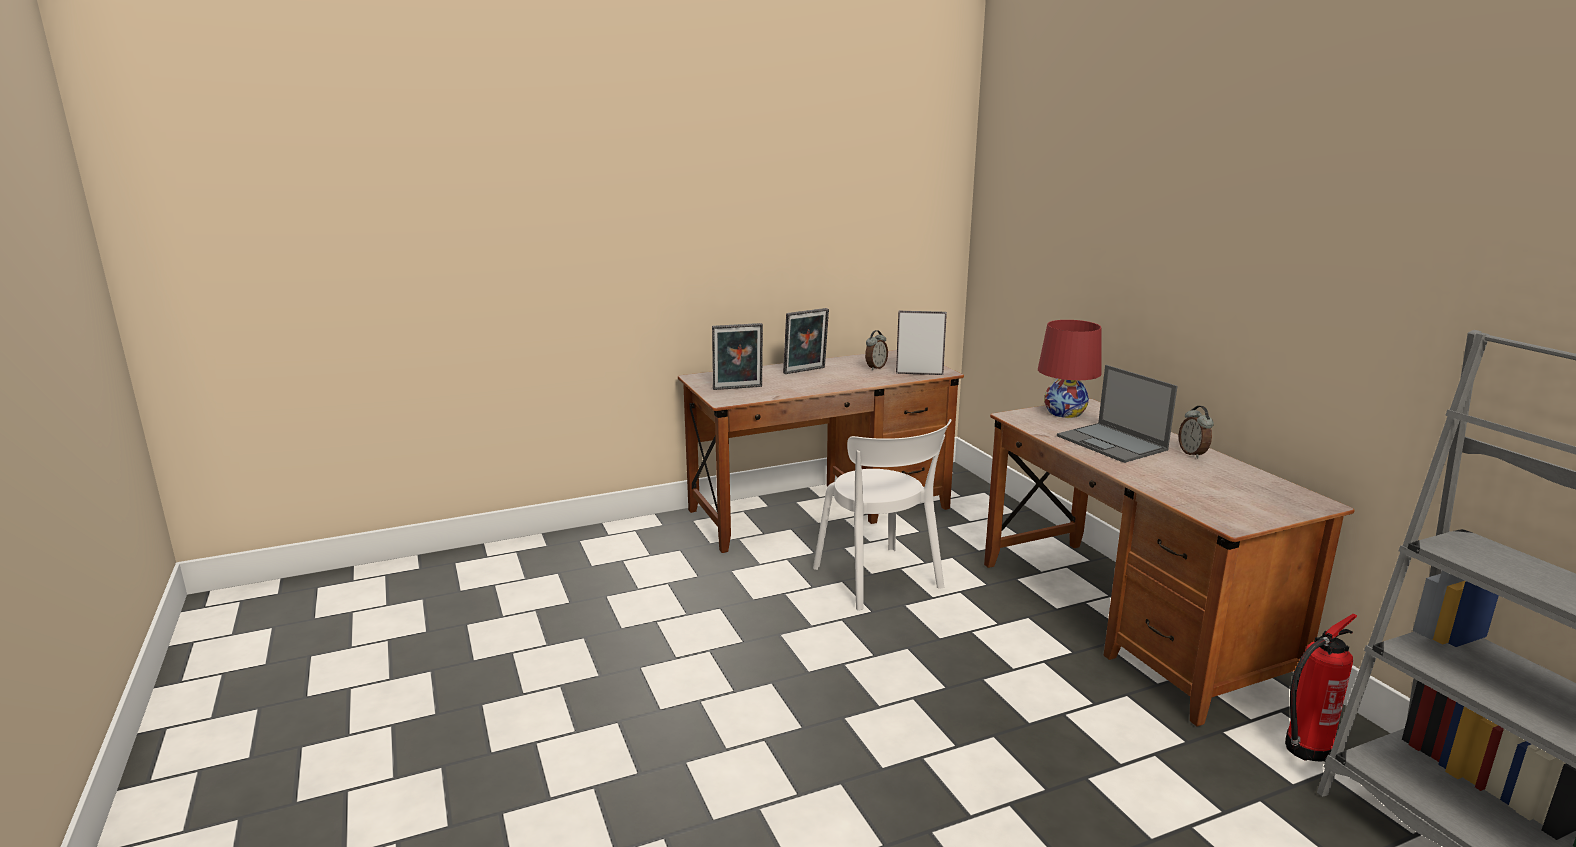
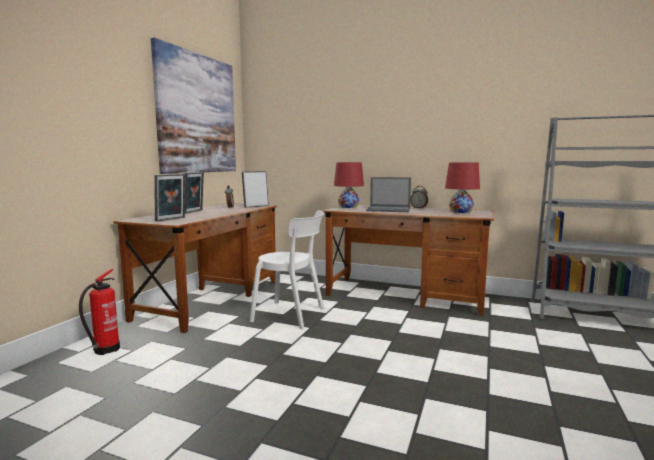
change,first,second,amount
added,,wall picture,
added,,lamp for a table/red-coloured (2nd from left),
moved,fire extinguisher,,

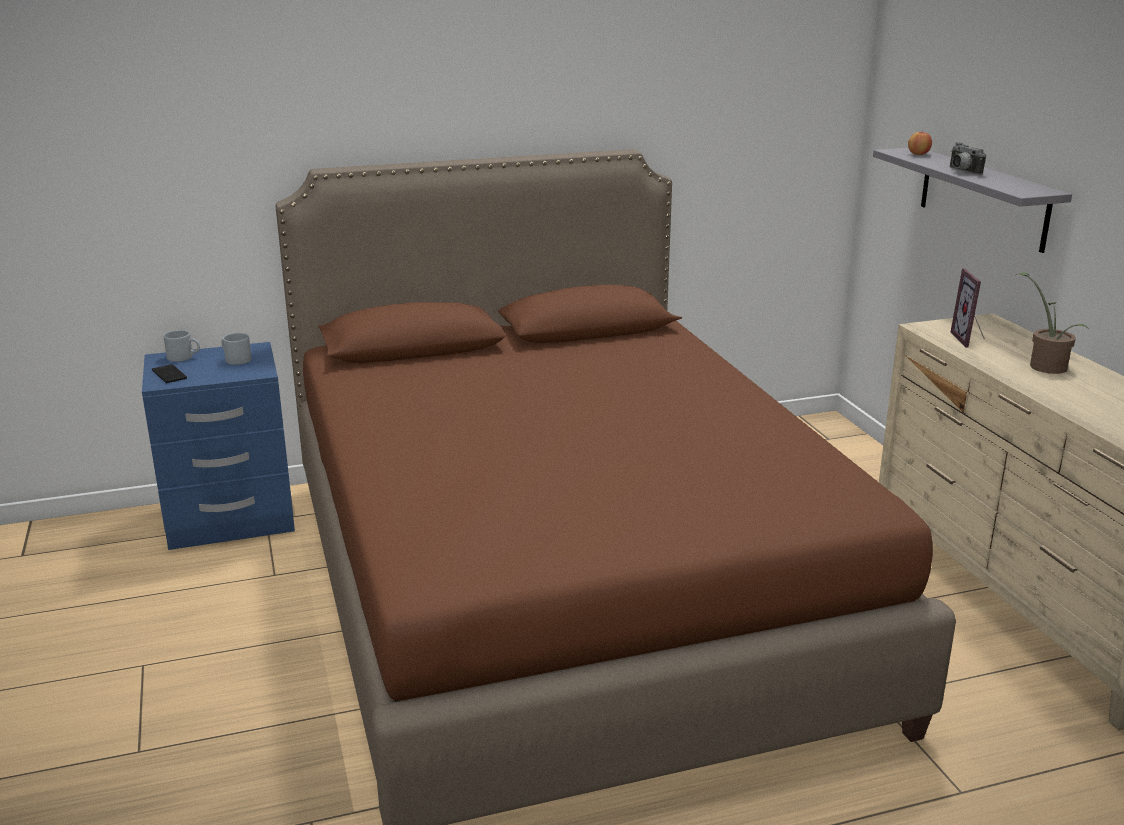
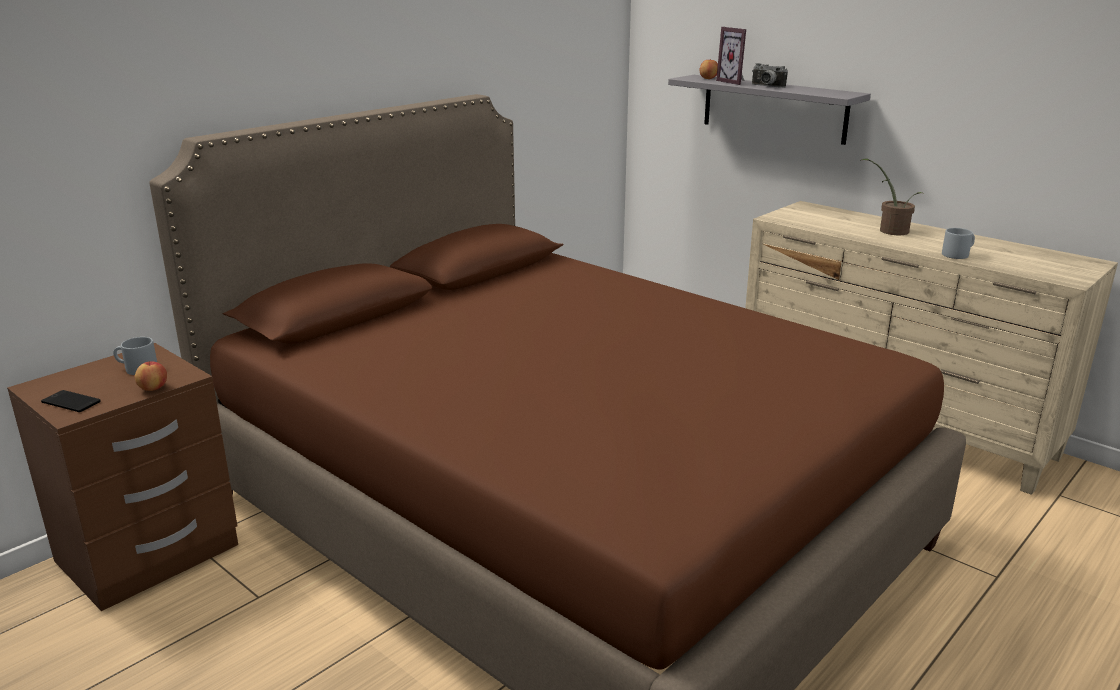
change,first,second,amount
added,,apple (1st from left),
moved,mug/grey (1st from left in the first image),mug/grey (2nd from left),
moved,photo frame,,
recoloured,night table/blue-coloured,night table/brown,

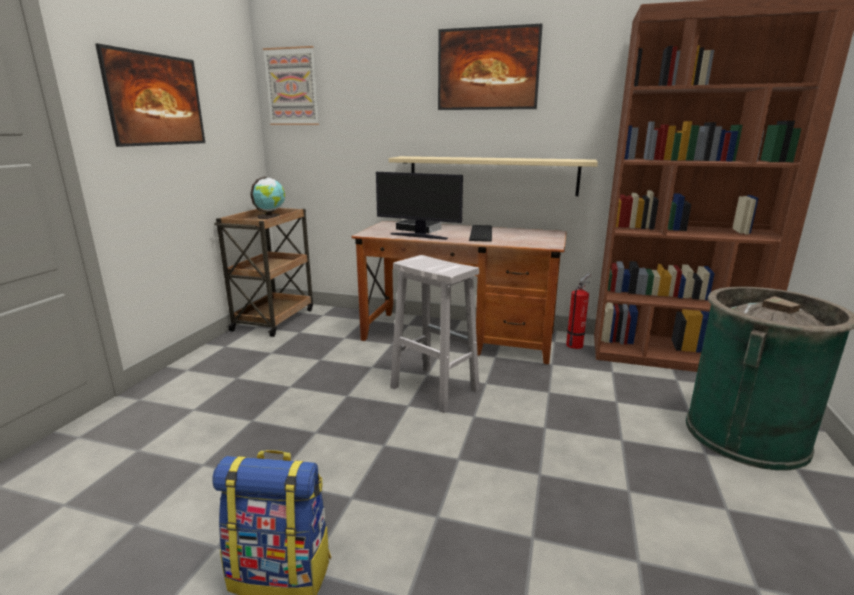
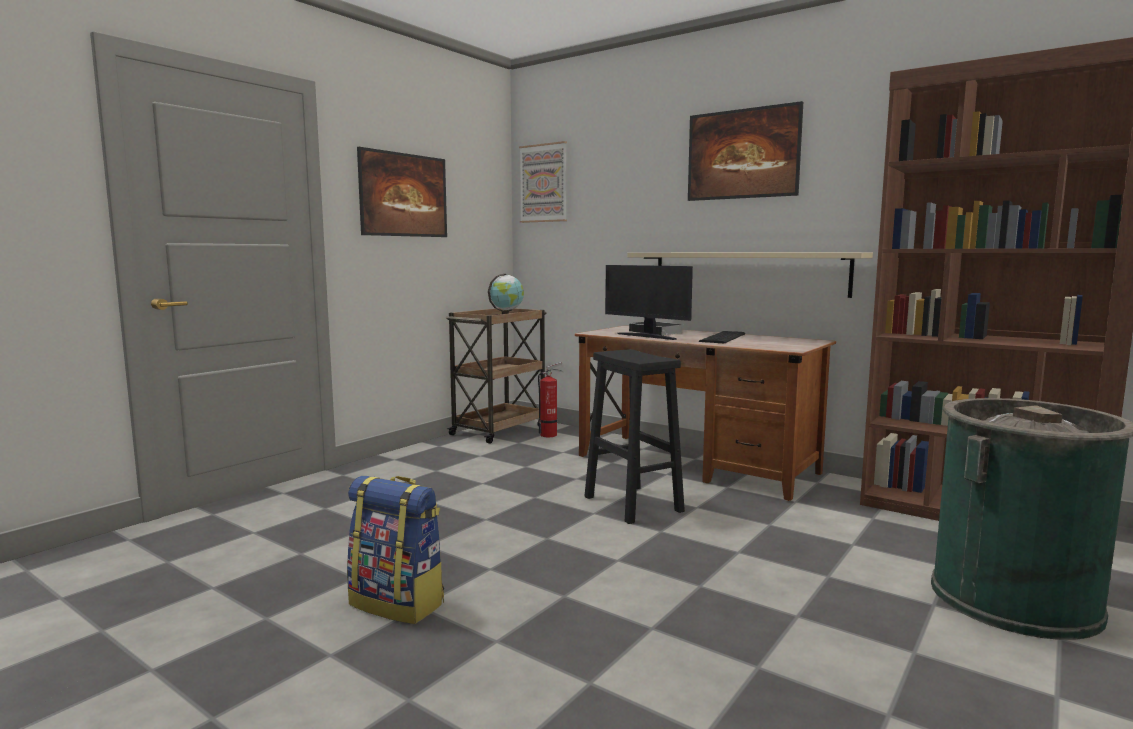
change,first,second,amount
moved,fire extinguisher,,
recoloured,stool/whitish,stool/black,

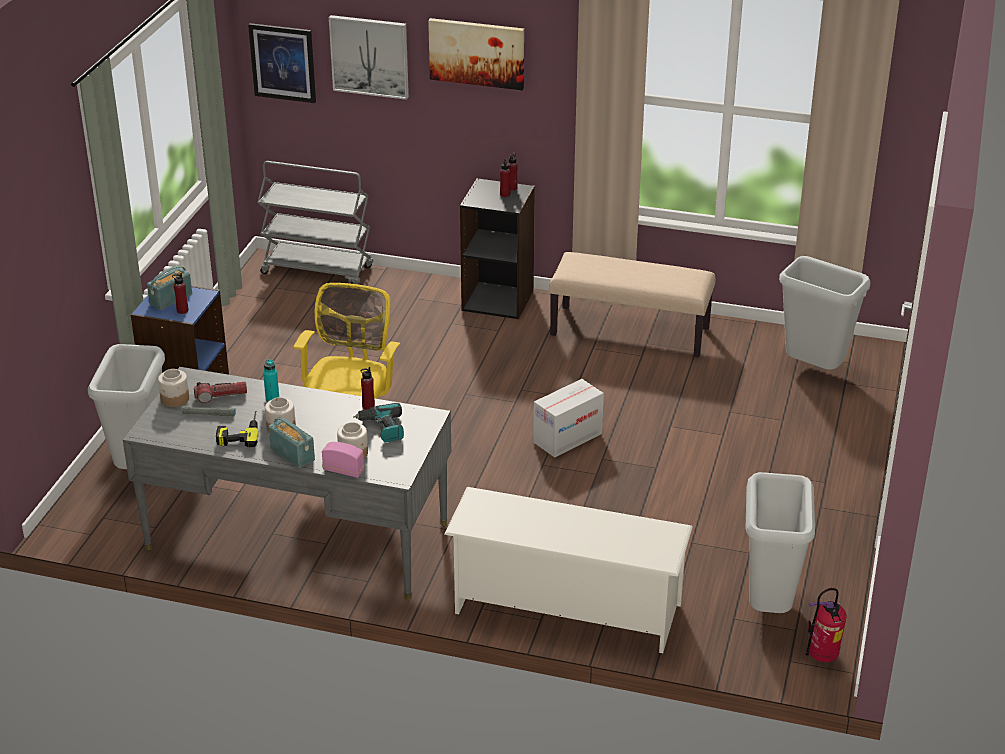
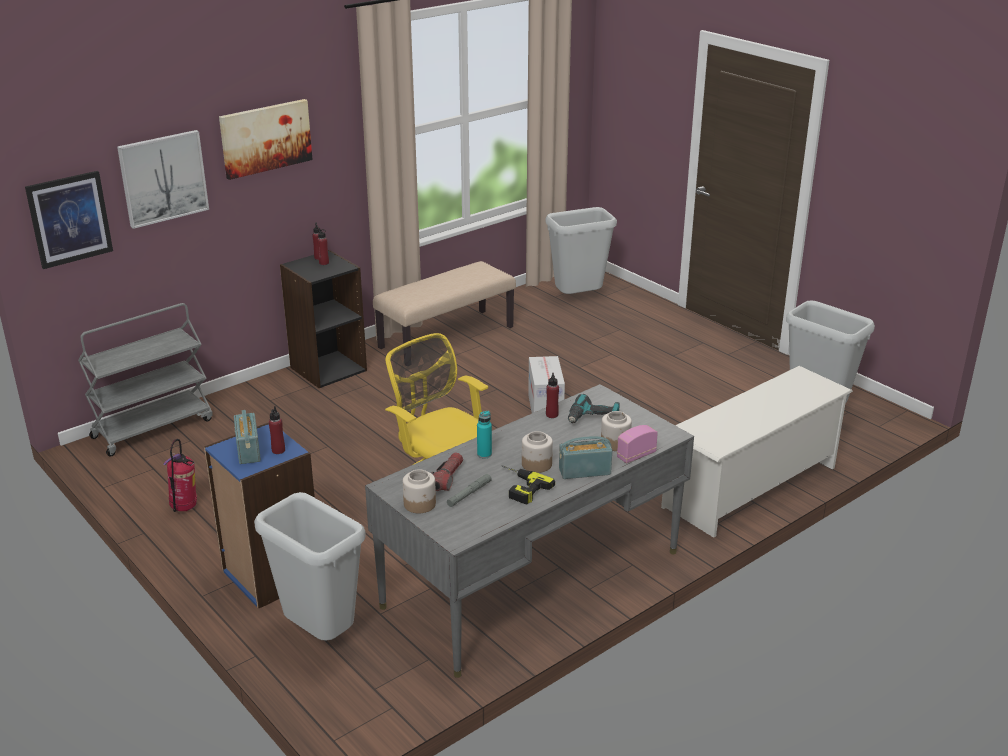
change,first,second,amount
moved,fire extinguisher,,

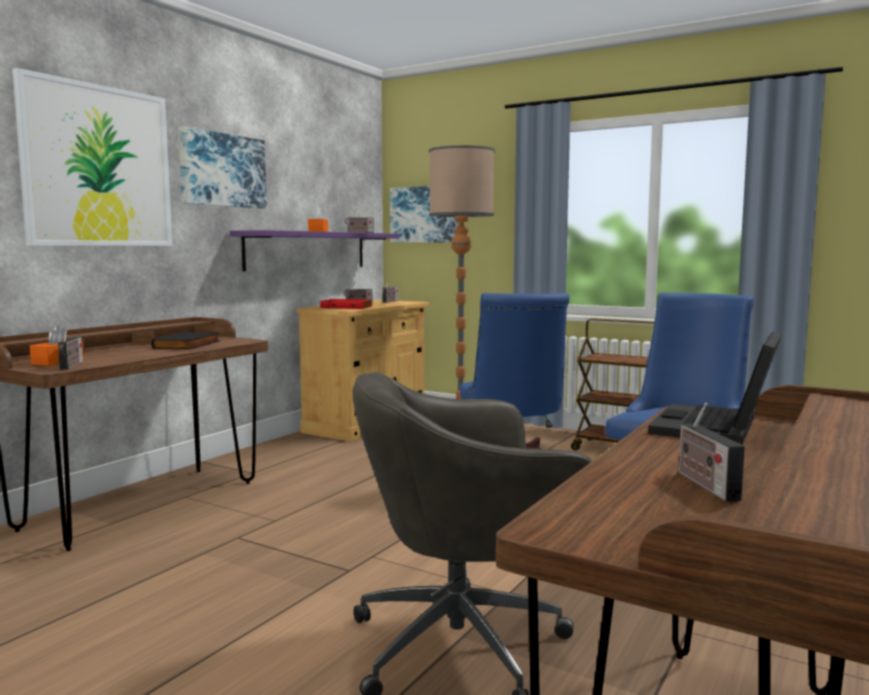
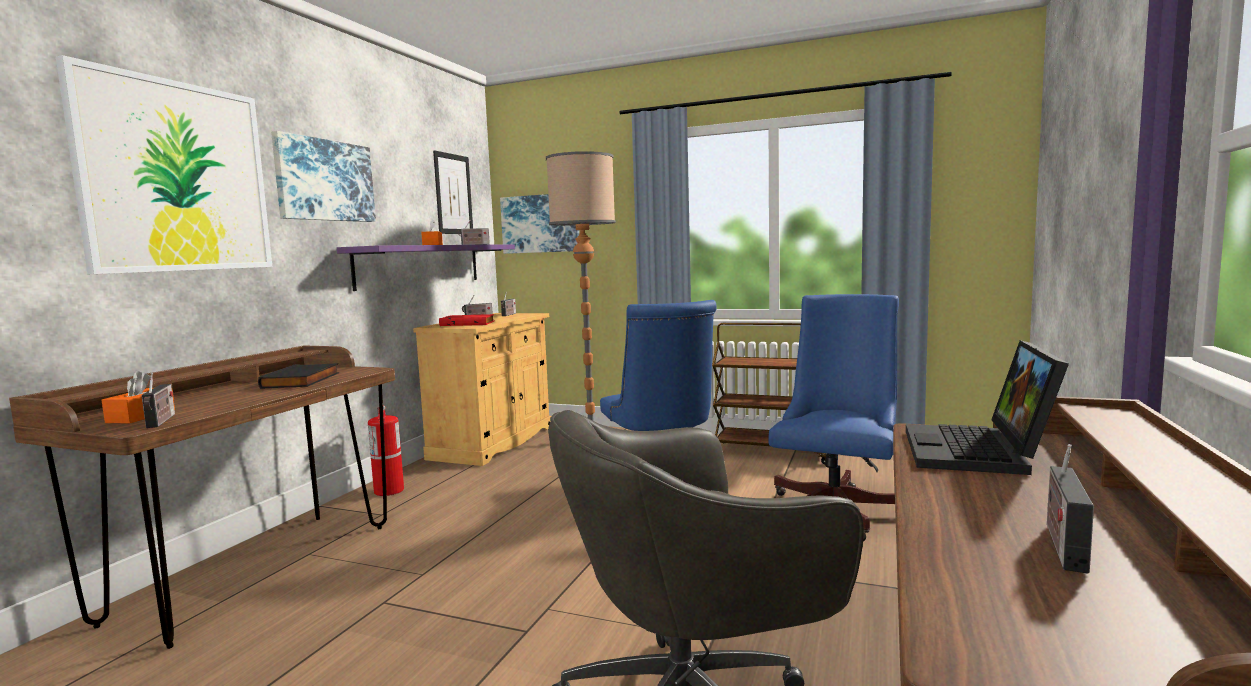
change,first,second,amount
added,,fire extinguisher,
added,,wall picture (3rd from left),
turned,radio set (5th from left),,45 degrees clockwise

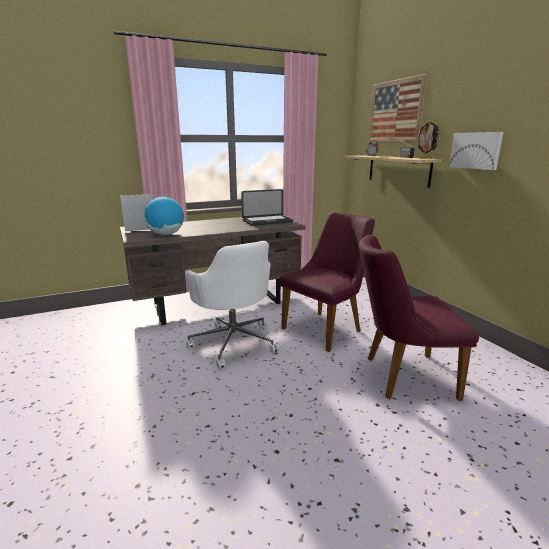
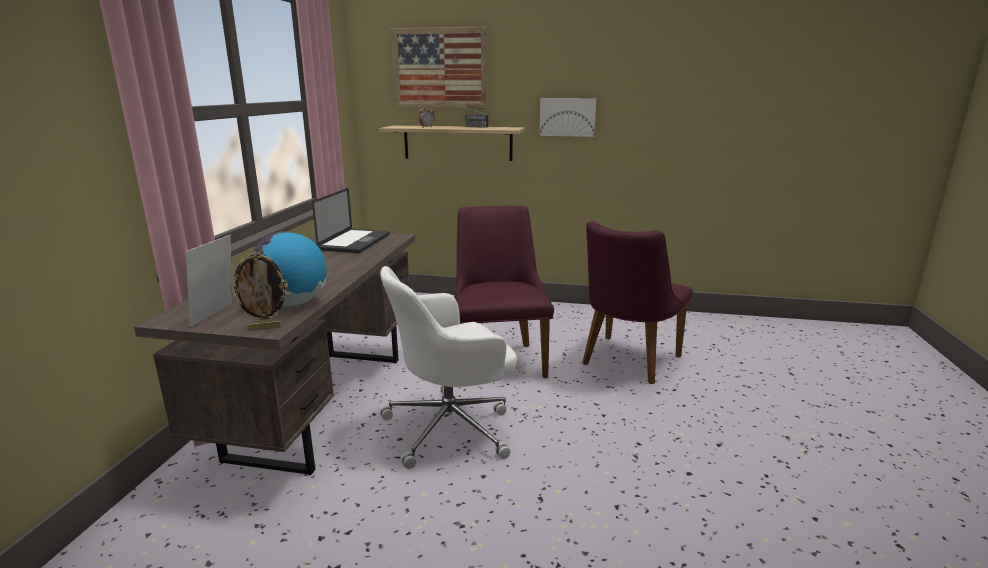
change,first,second,amount
moved,photo frame (2nd from left),,
turned,computer chair/whitish,,150 degrees clockwise

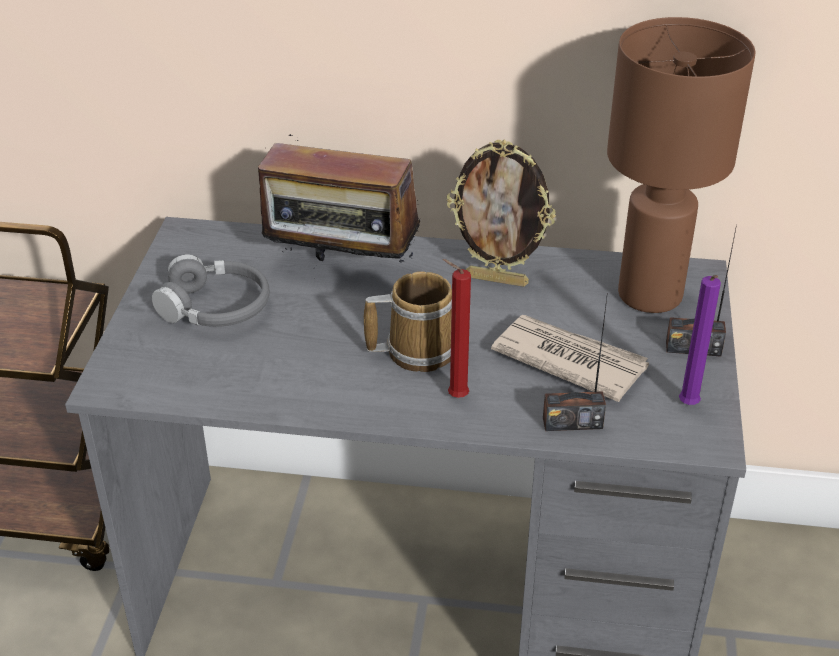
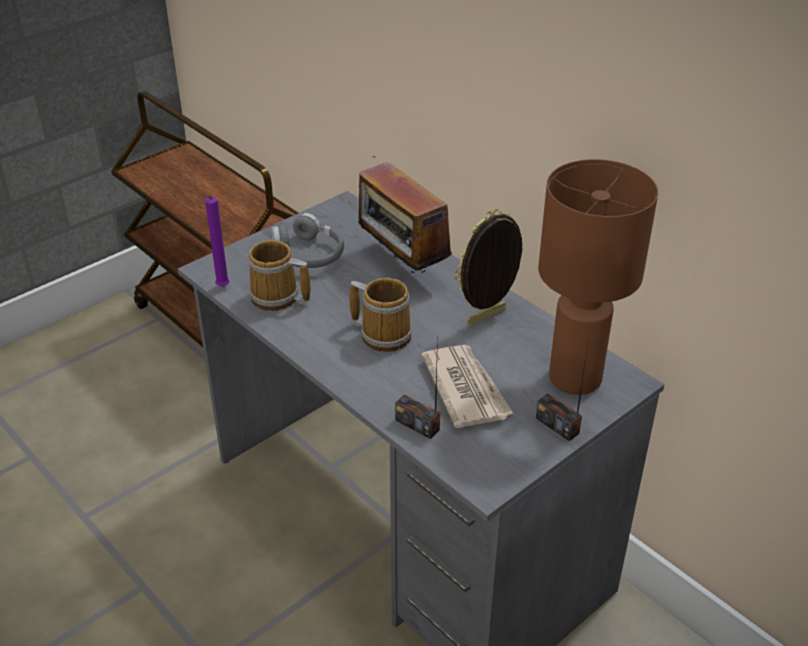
change,first,second,amount
removed,wax candle/red-coloured,,
added,,mug (1st from left),
moved,wax candle/purple,,
turned,photo frame,,90 degrees clockwise

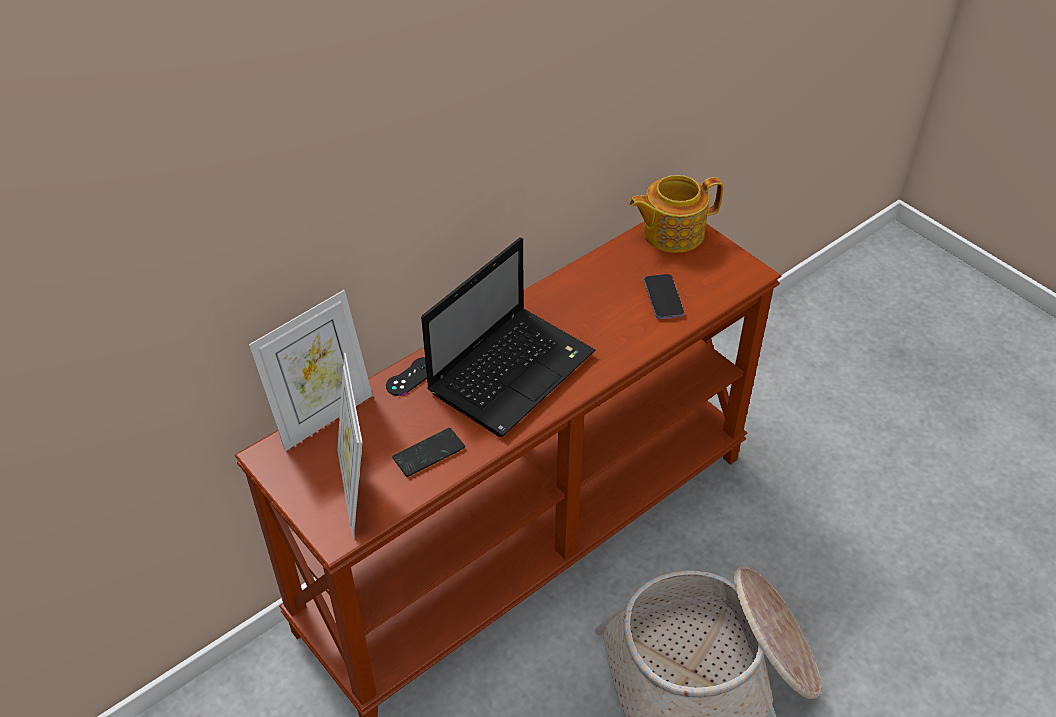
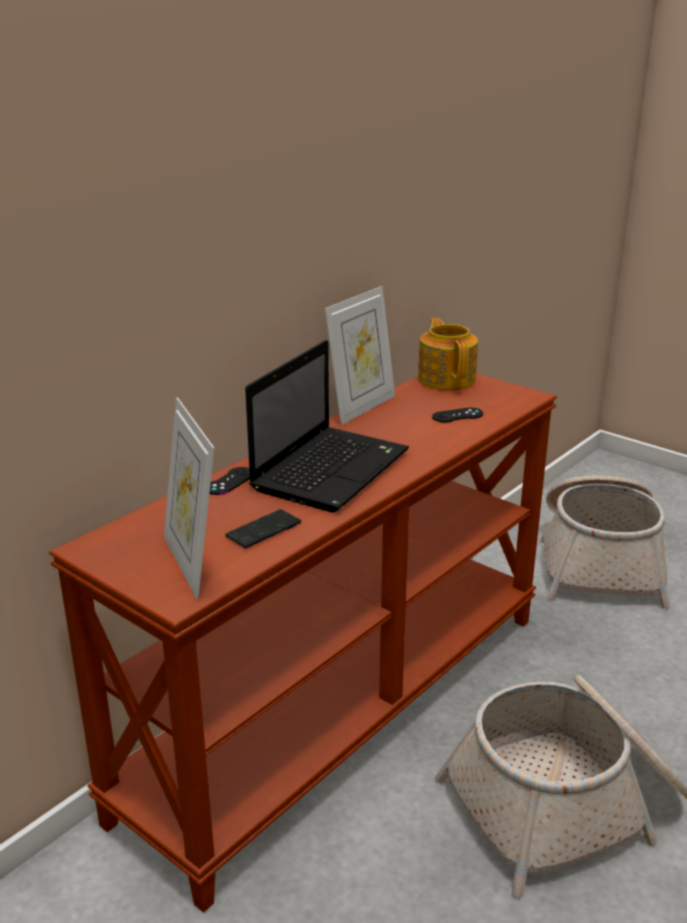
change,first,second,amount
added,,basket (2nd from left),
moved,photo frame (1st from left in the first image),photo frame (2nd from left),
replaced,telephone (2nd from left),game controller/black (2nd from left),
turned,tea pot,,105 degrees clockwise

